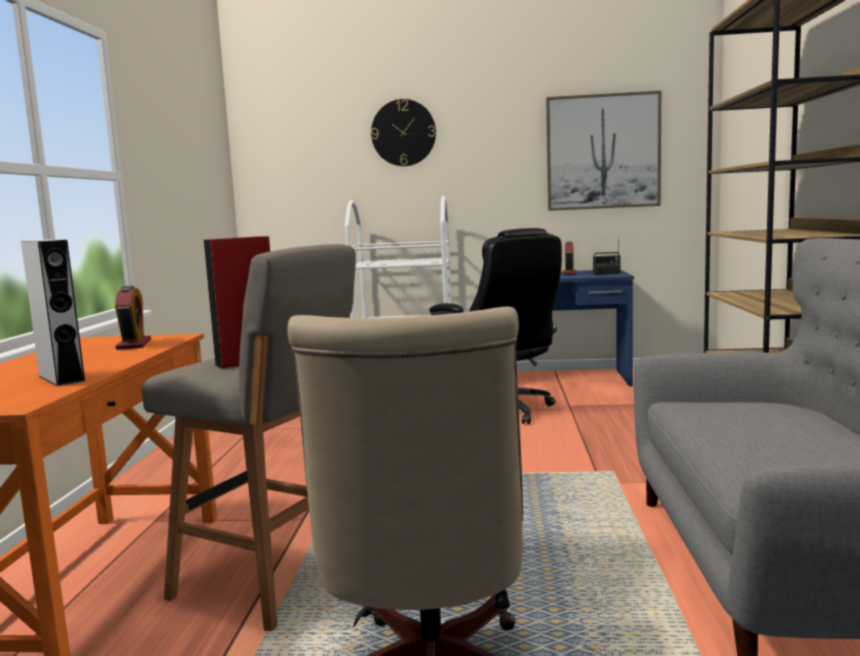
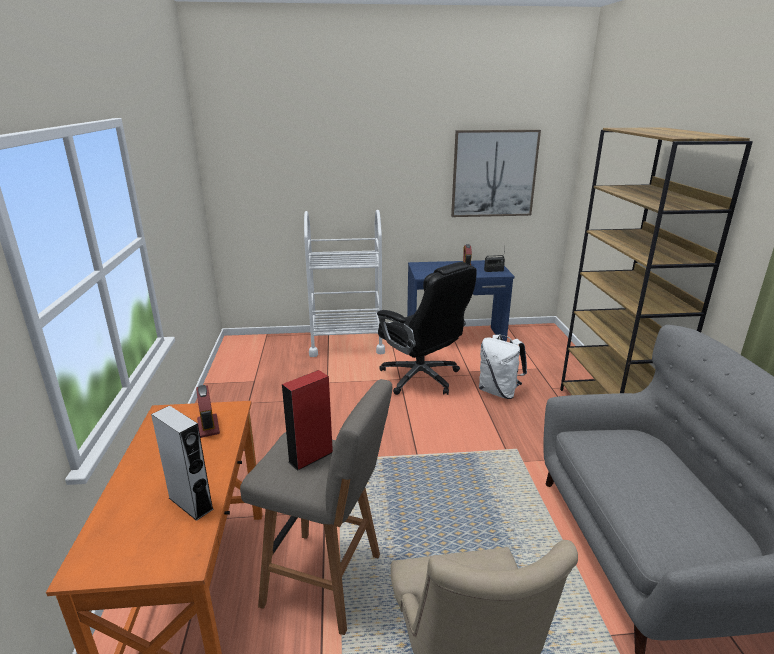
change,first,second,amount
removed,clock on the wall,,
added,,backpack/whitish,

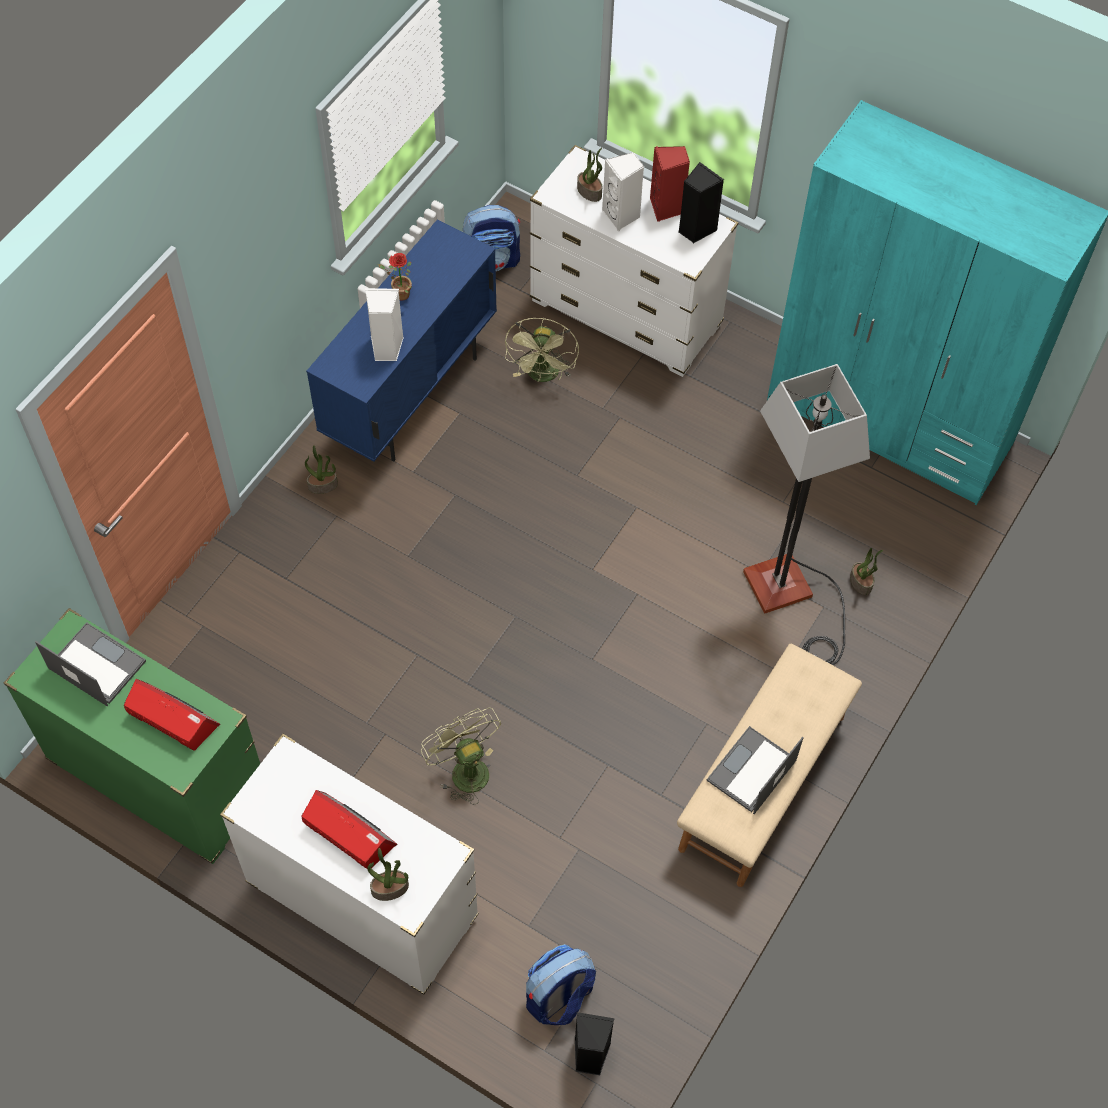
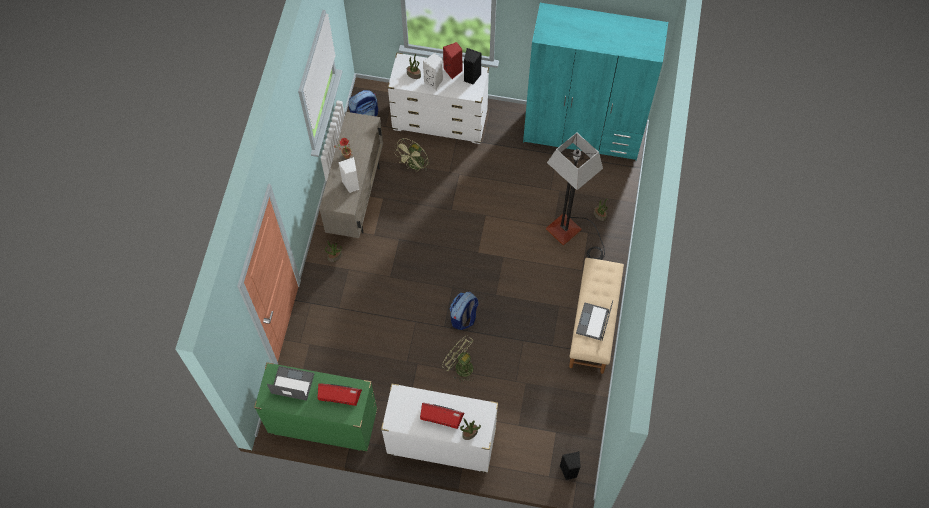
change,first,second,amount
moved,backpack (2nd from left),,
recoloured,cabinet/blue-coloured,cabinet/sand-coloured,
turned,cooling fan/green-coloured (2nd from left in the first image),cooling fan/green-coloured (1st from left),45 degrees clockwise

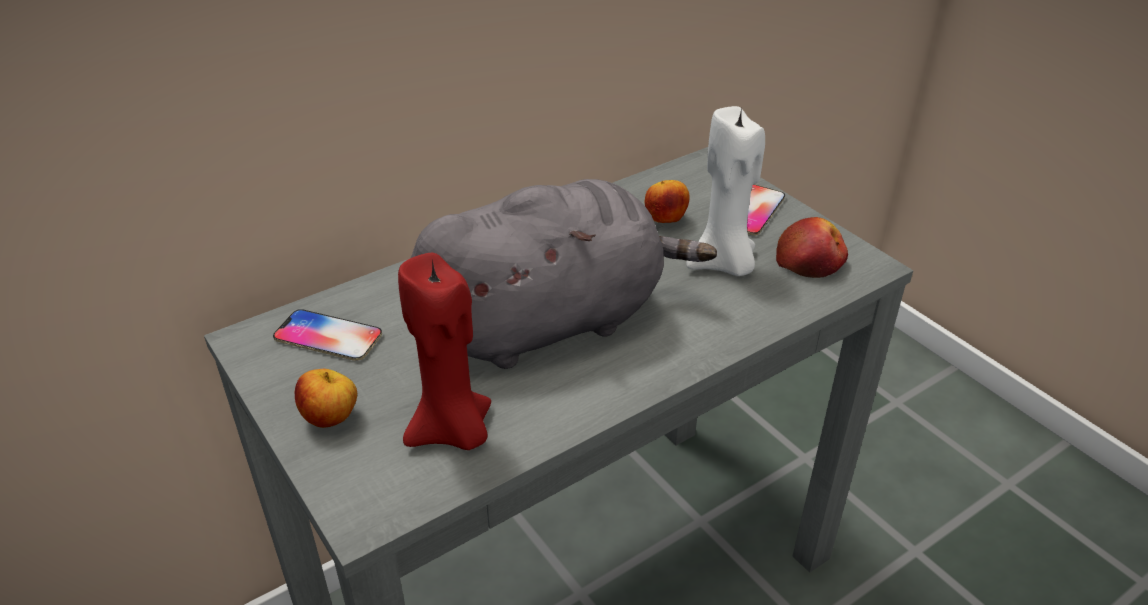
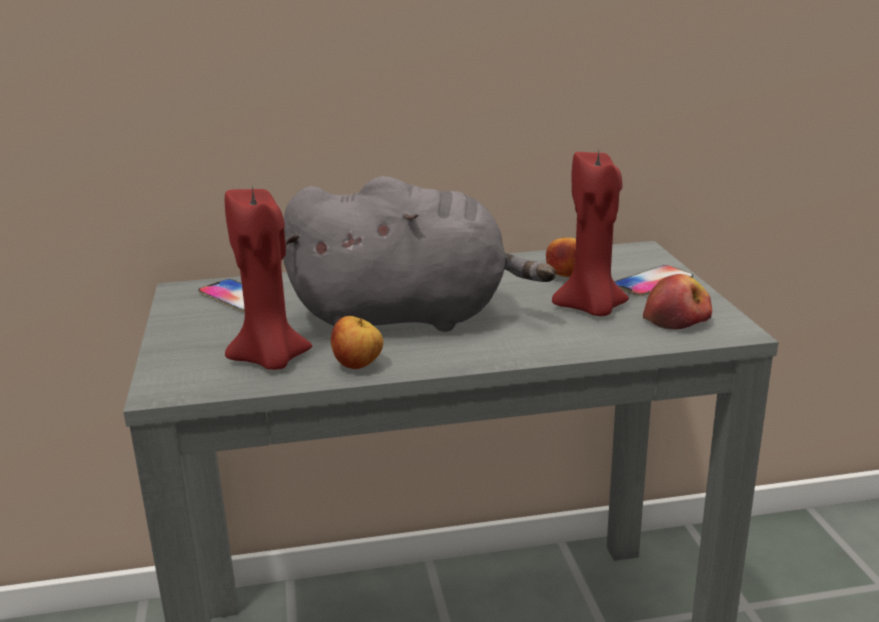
change,first,second,amount
moved,apple (1st from left),,
recoloured,wax candle/whitish,wax candle/red-coloured (2nd from left),

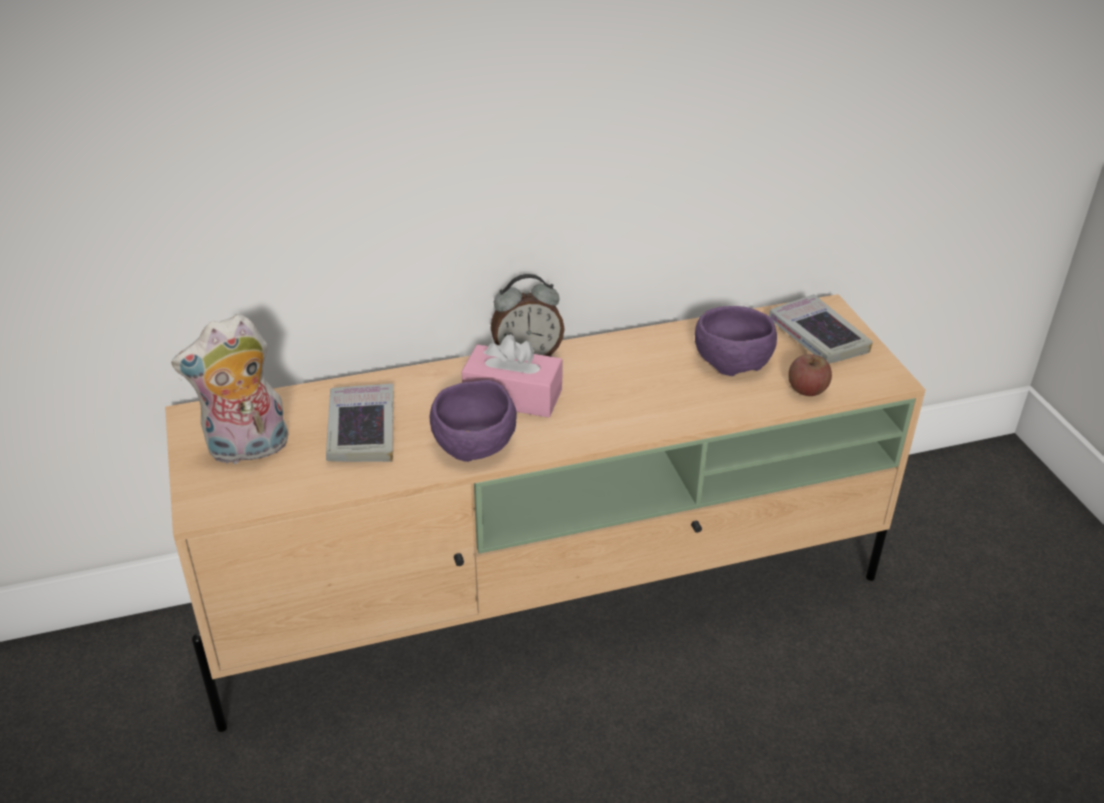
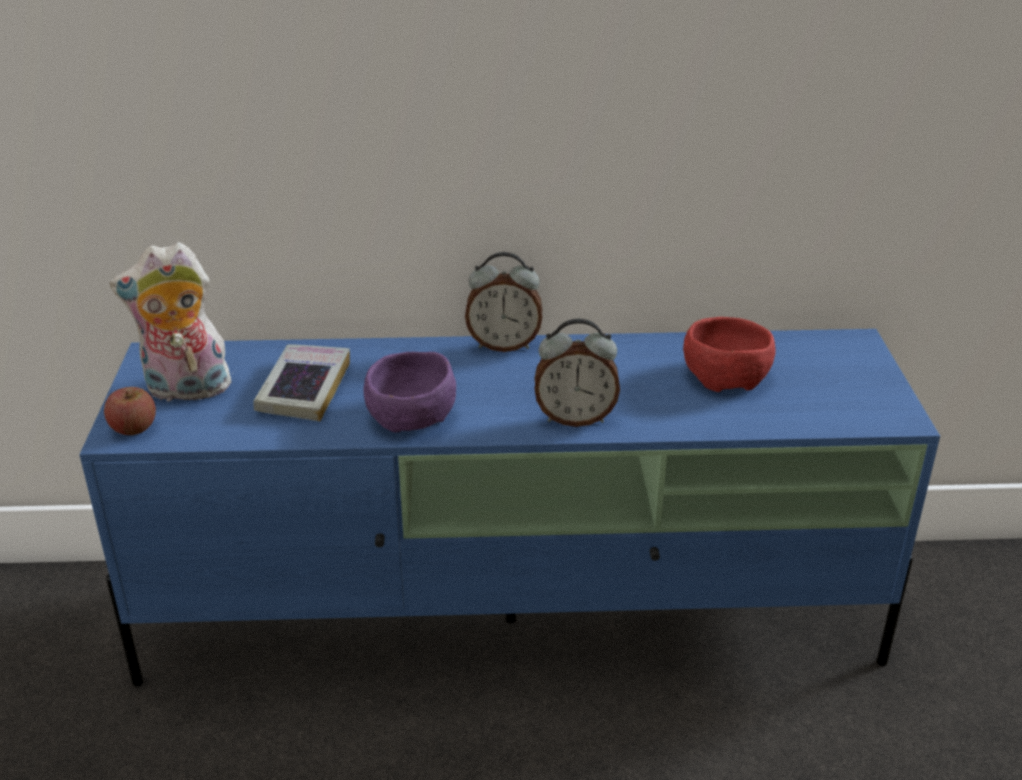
change,first,second,amount
removed,tissue holder/pink-coloured,,
removed,volume (2nd from left),,
added,,table clock (2nd from left),
moved,apple,,
recoloured,media console/sand-coloured,media console/blue-coloured,
recoloured,serving bowl/purple (2nd from left),serving bowl/red-coloured,

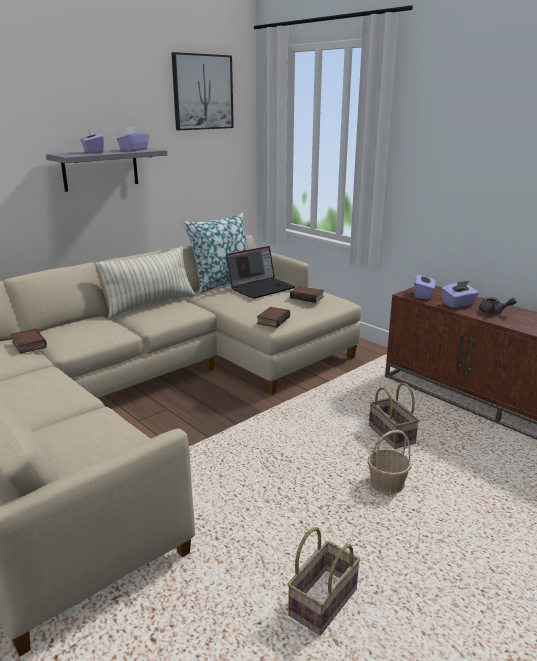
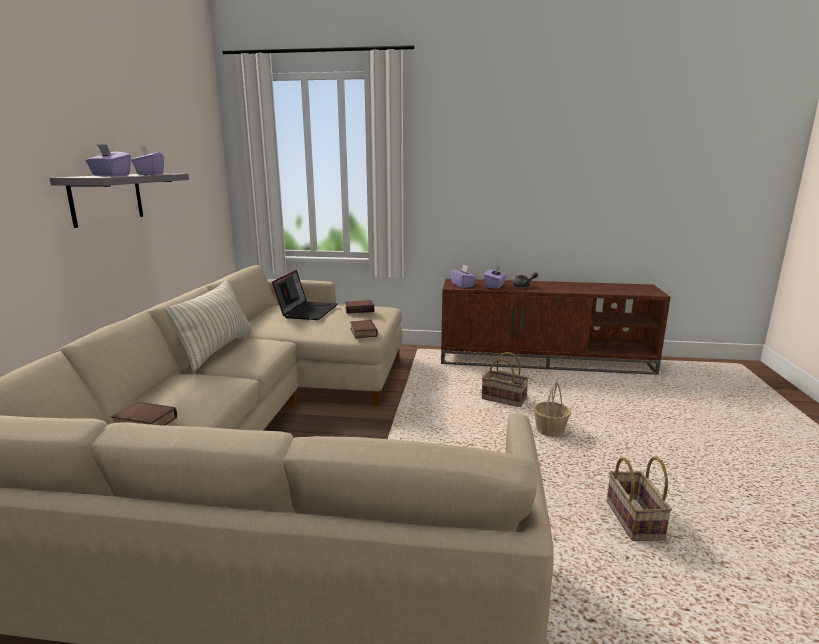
change,first,second,amount
removed,wall picture,,
removed,pillow (2nd from left),,

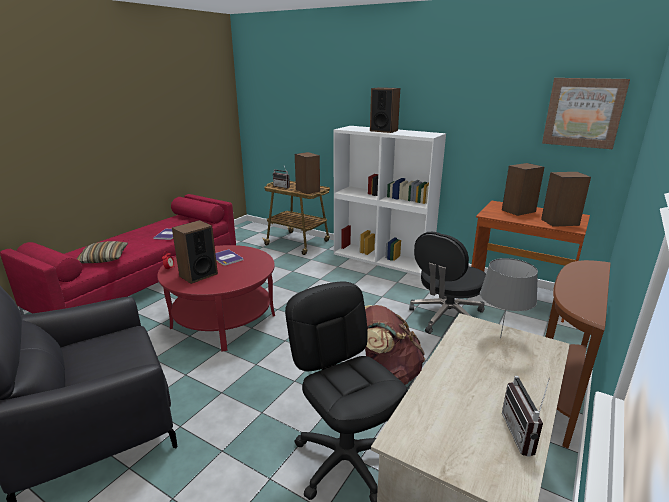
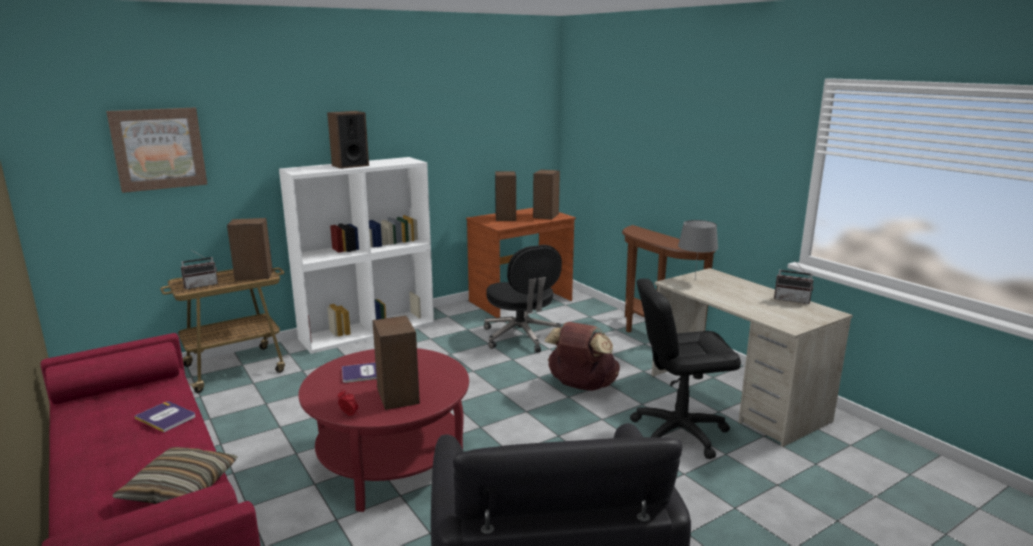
change,first,second,amount
moved,wall picture,,

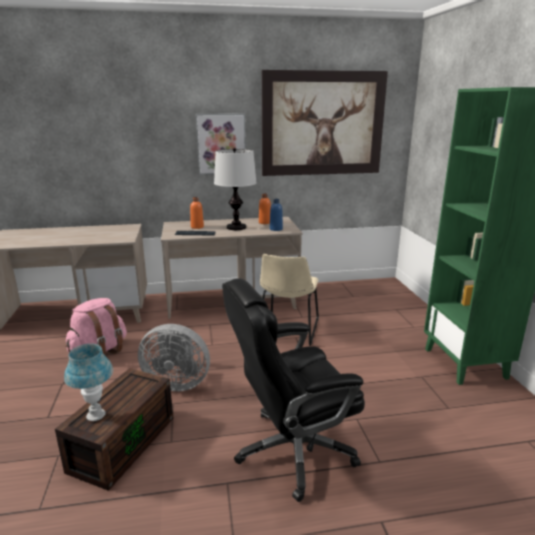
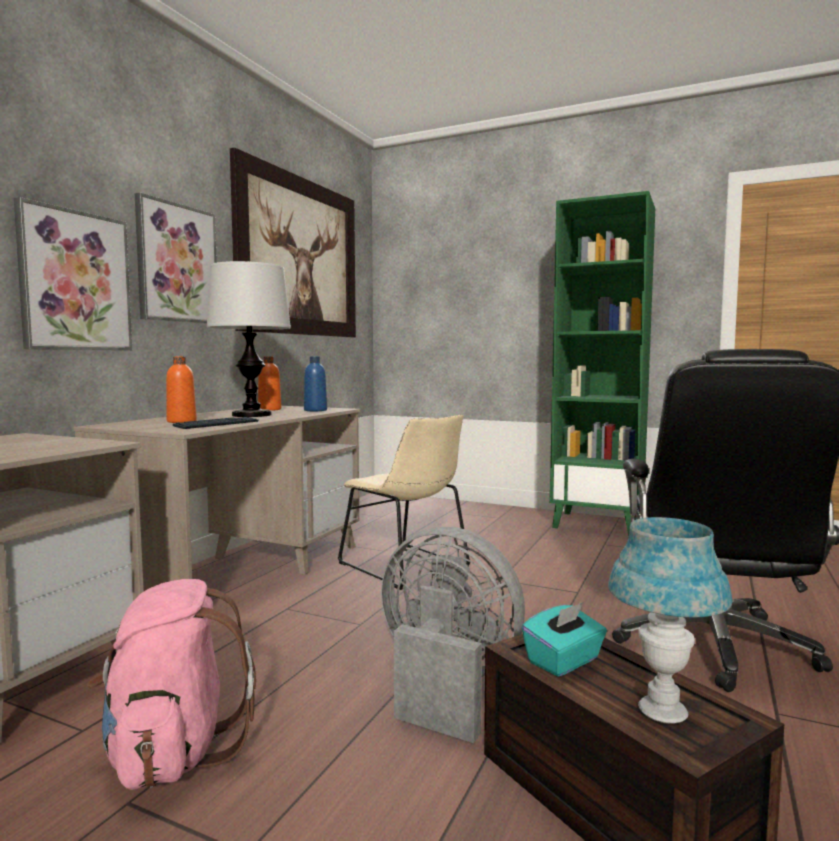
change,first,second,amount
added,,wall picture (1st from left),
added,,tissue holder/turquoise-coloured,
turned,cooling fan/grey,,105 degrees counterclockwise

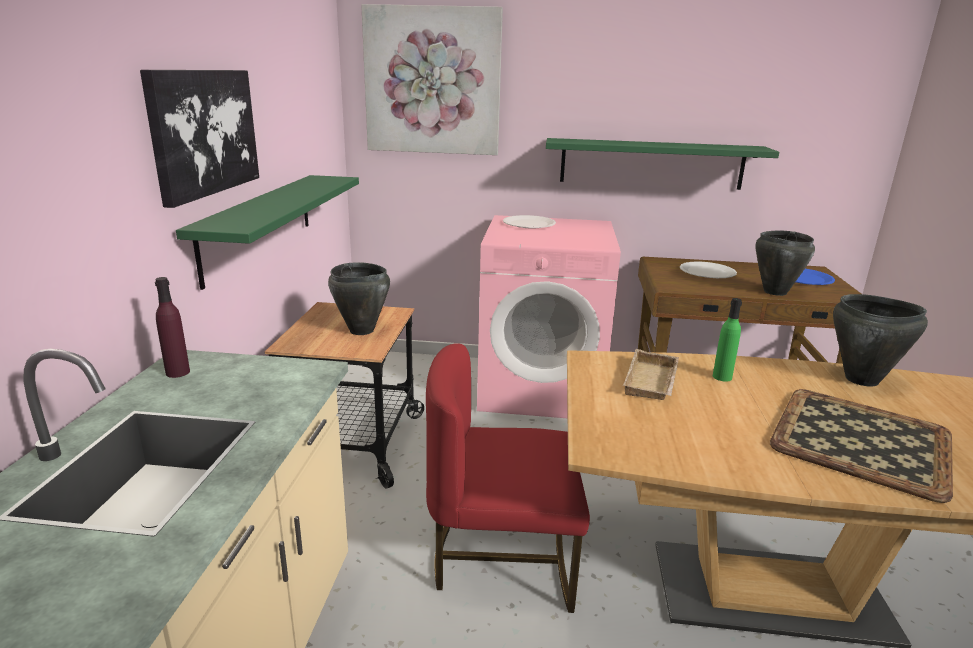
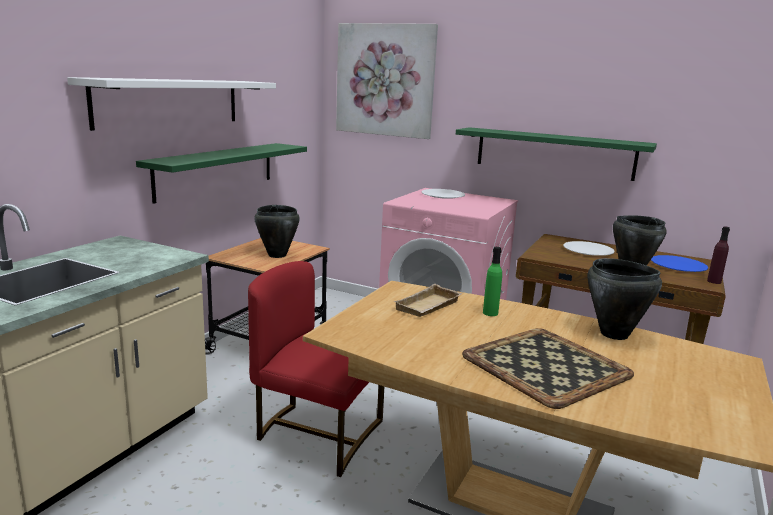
change,first,second,amount
moved,bottle/purple,,
replaced,wall picture (1st from left),wall shelf/whitish,

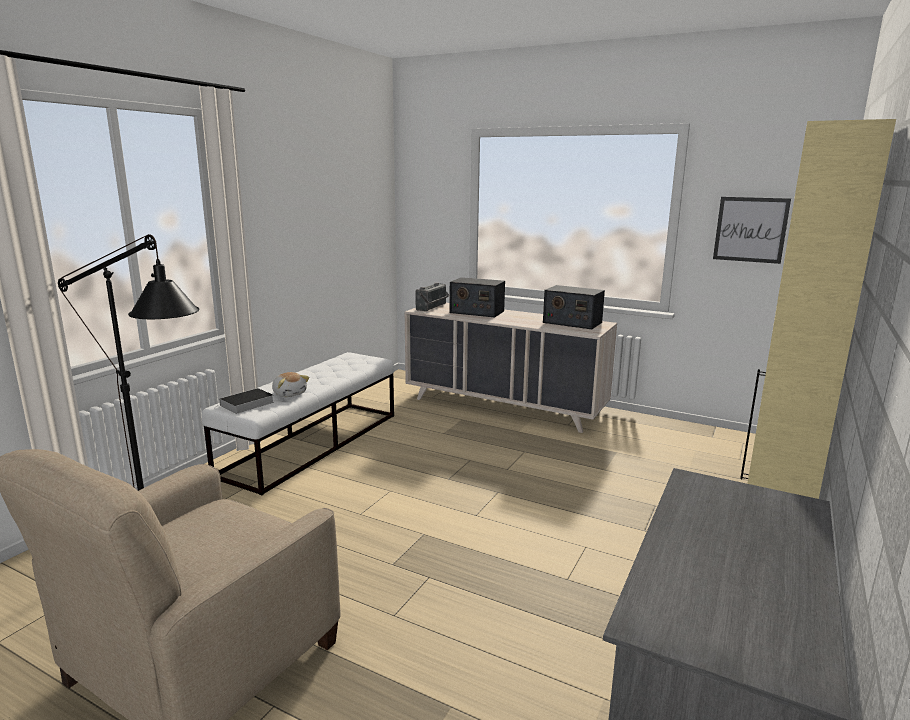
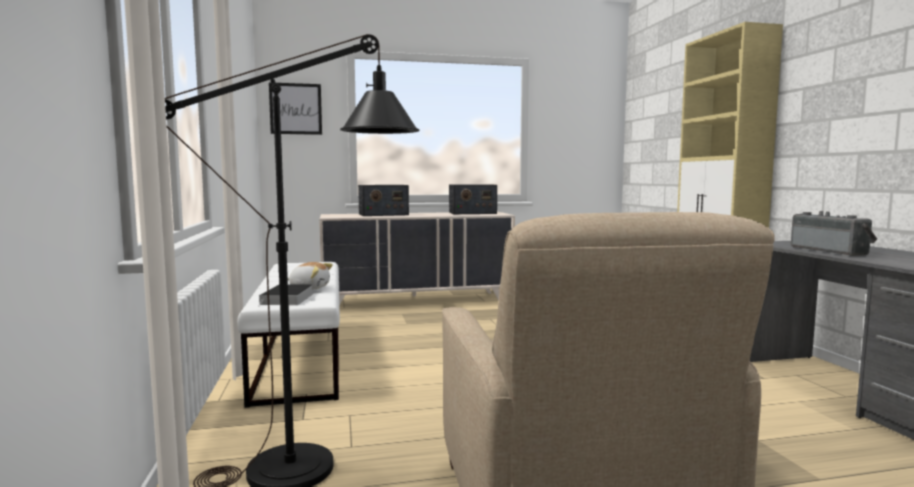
change,first,second,amount
moved,radio set (1st from left in the first image),radio set (3rd from left),
moved,wall picture,,

